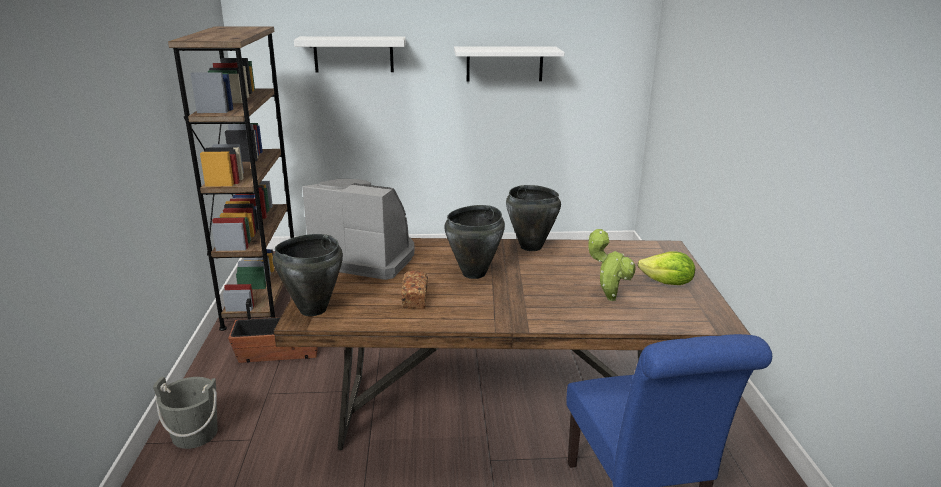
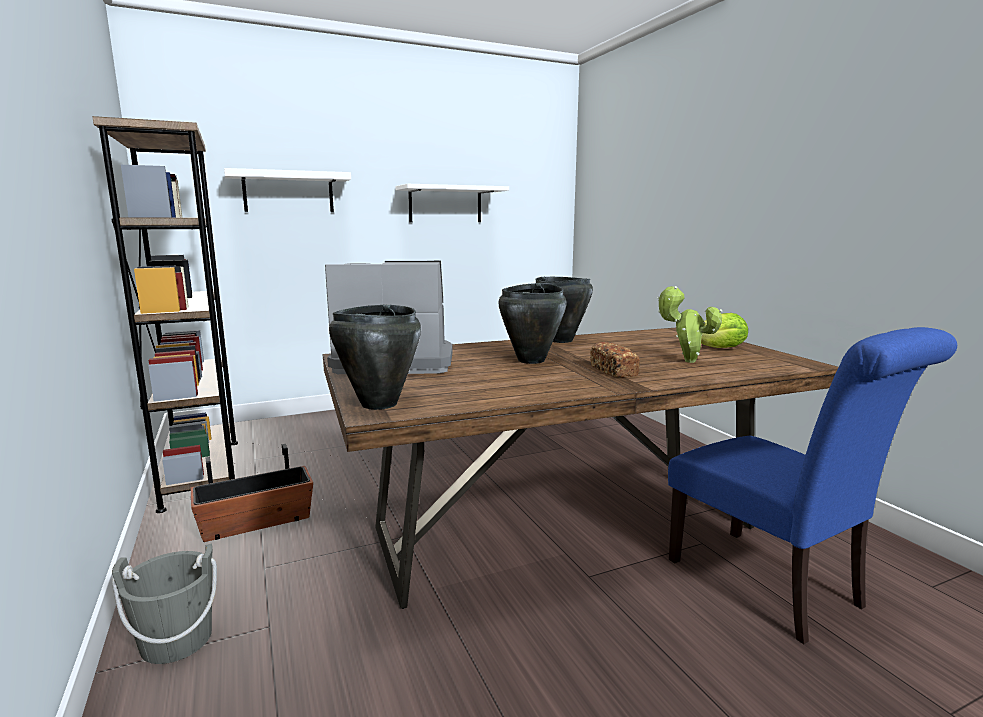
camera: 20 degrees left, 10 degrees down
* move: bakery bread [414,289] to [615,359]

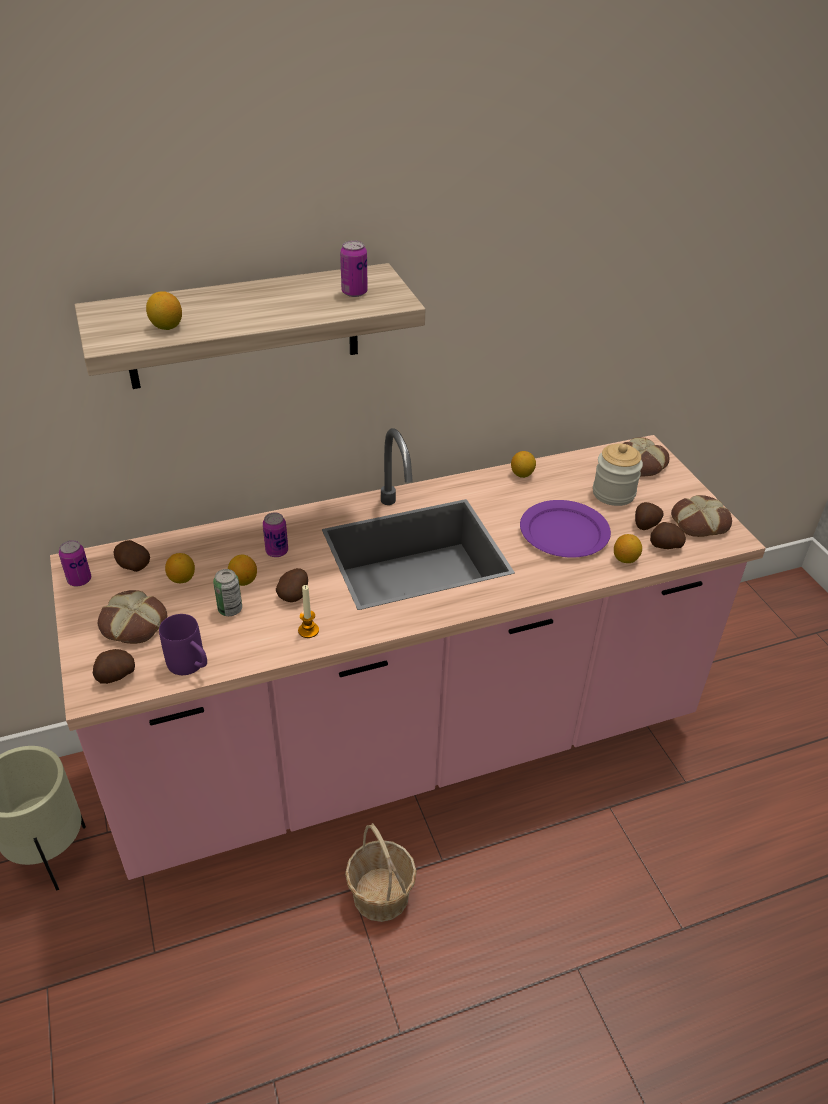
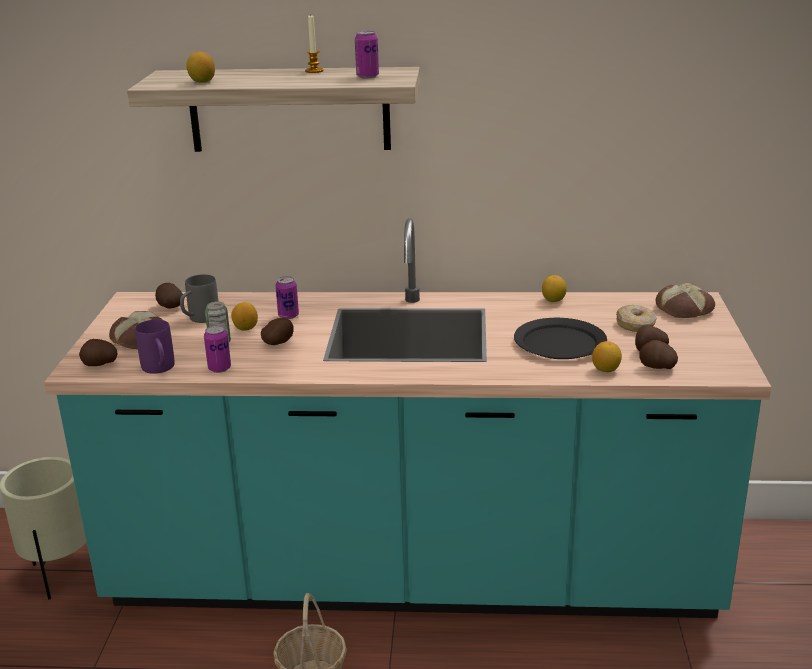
camera: 25 degrees right, 15 degrees down
* recolor: pink kitchen base unit [408,654] to turquoise-coloured kitchen base unit [407,418]
* replace: jar [618,474] to doughnut [636,318]
* delete: bakery bread [701,516]
* recolor: purple flat dish [565,529] to blackish flat dish [560,338]
* move: metal can [75,563] to [217,349]
* replace: citrus fruit [180,568] to gray tea mug [199,298]
* move: wax candle [308,611] to [314,44]

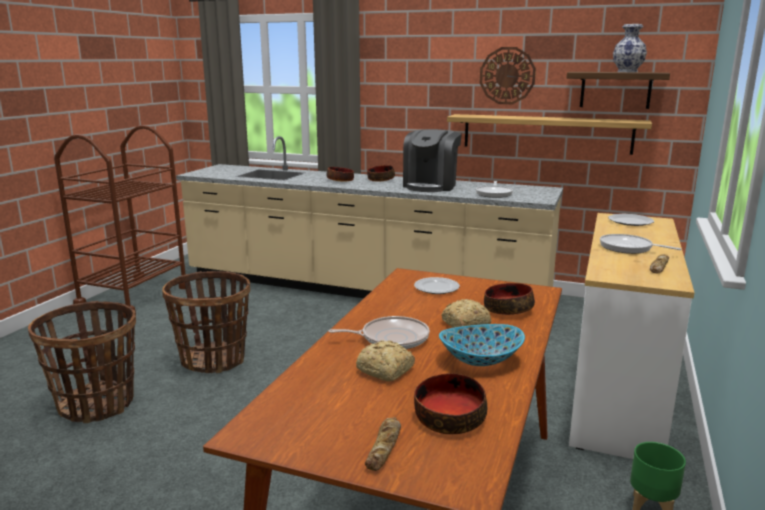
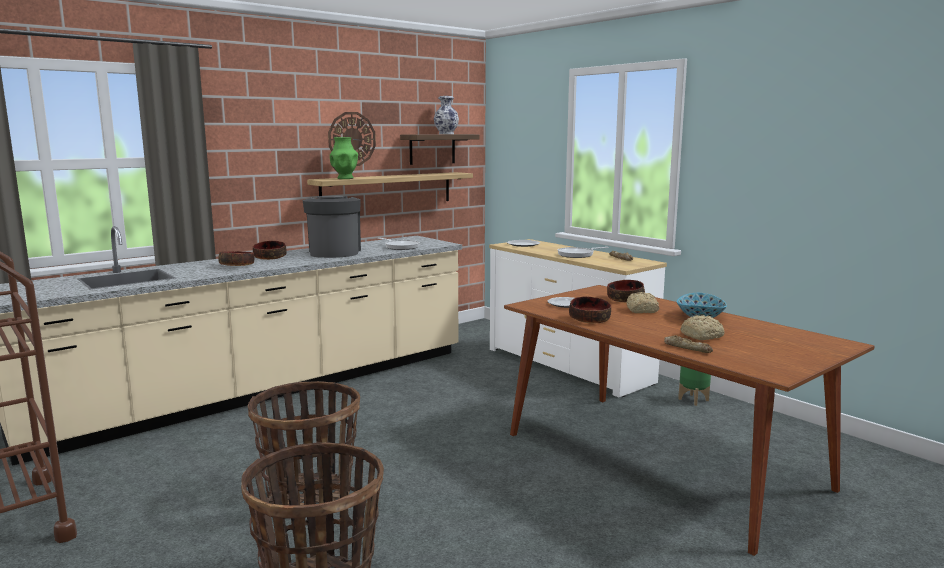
camera: 60 degrees left, 5 degrees down
* rotate: coffee machine [432,160] = [332,227] 150 degrees counterclockwise
* delete: pan [379,332]
* move: bowl [450,403] to [590,309]
* move: bakery bread [383,444] to [688,344]
* insert: greenish decorative vase [344,158]

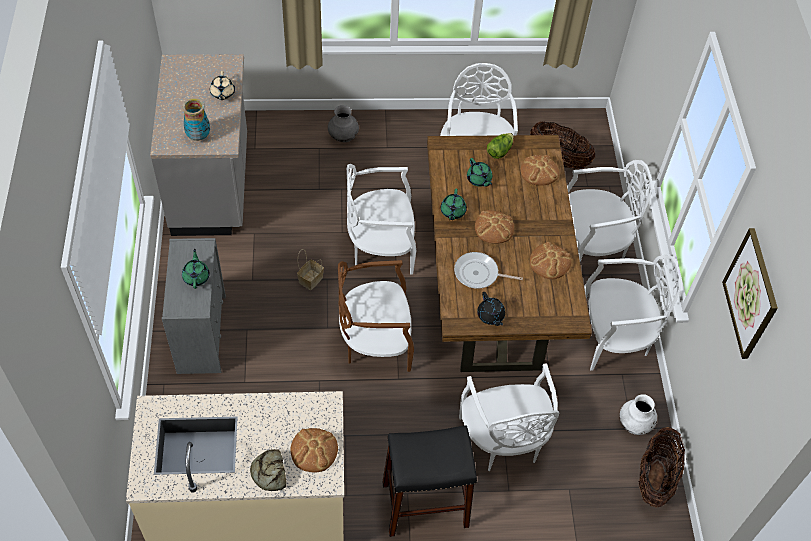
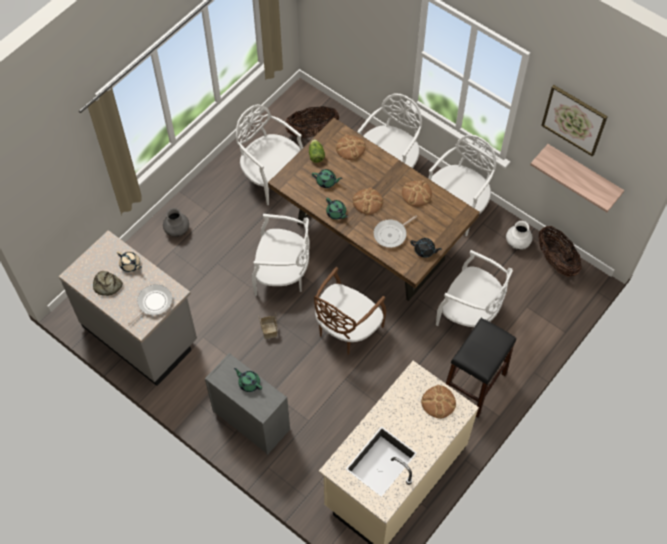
camera: 45 degrees left, 5 degrees up
* replace: decorative vase [196,119] to pan [149,305]
* rotate: whitish chair [381,219] = [281,255] 120 degrees counterclockwise
* move: bakery bread [268,470] to [108,283]
* insert: bracket shelf [577,178]

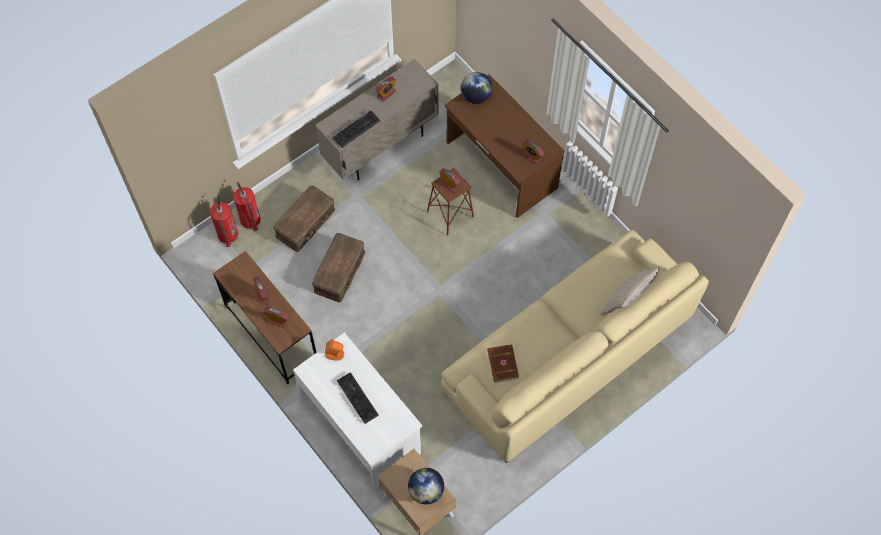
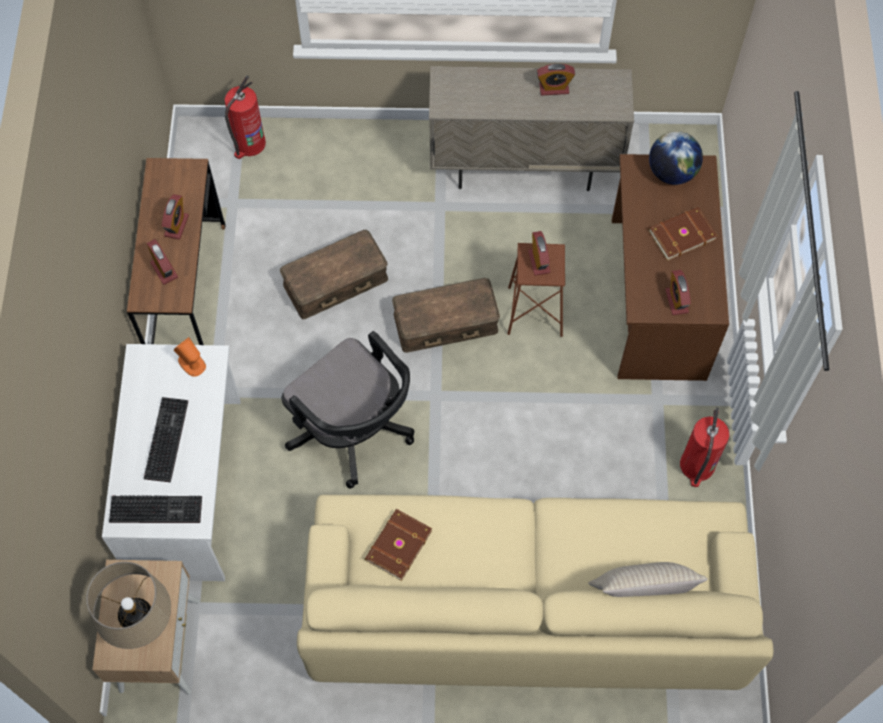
camera: 40 degrees right, 0 degrees up
* move: PC keyboard [357,129] to [155,509]
* move: fire extinguisher [247,206] to [704,447]
* move: brownish storage box [304,219] to [446,315]
* replace: desk globe [426,486] to sand-coloured table lamp [128,605]
* insert: brownish bound book [682,234]
* insert: blackish desk chair [347,410]

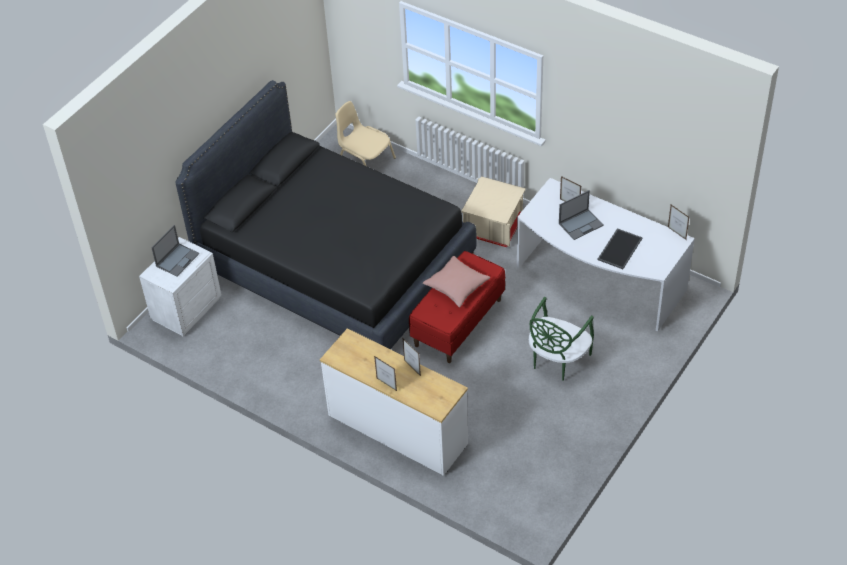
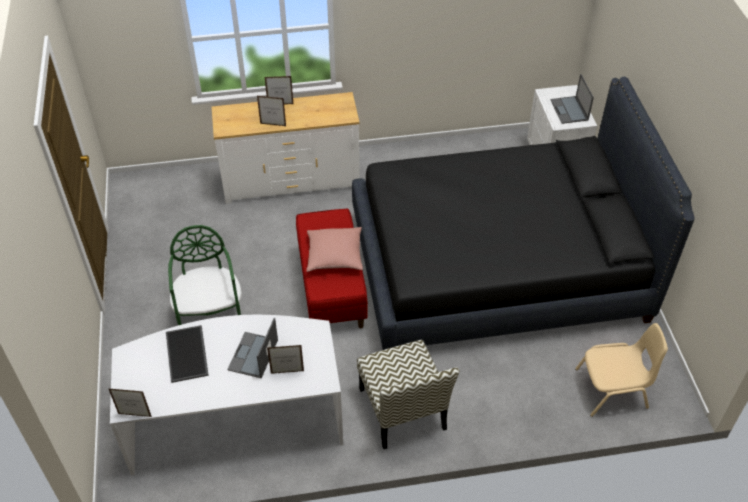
camera: 135 degrees right, 0 degrees up
* replace: sand-coloured storage box [493,211] to chair [408,394]

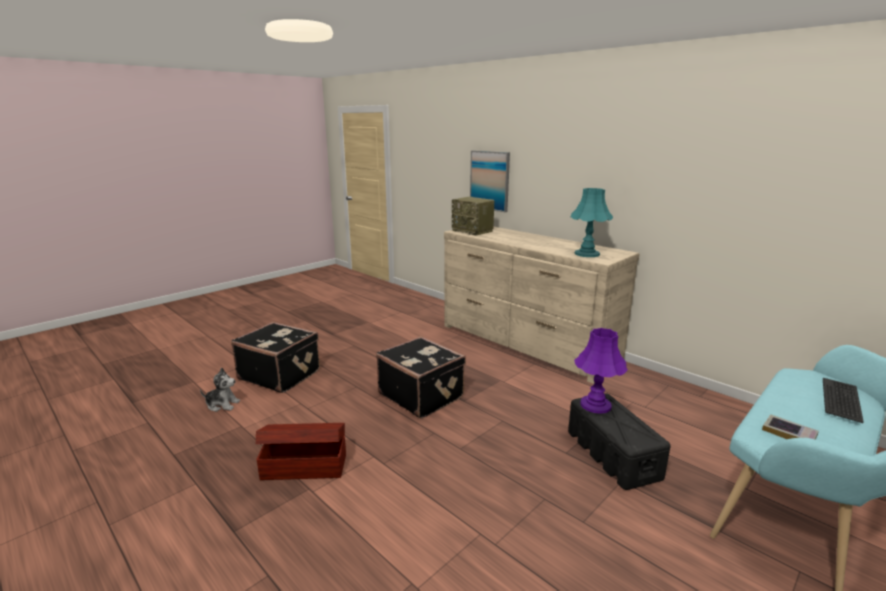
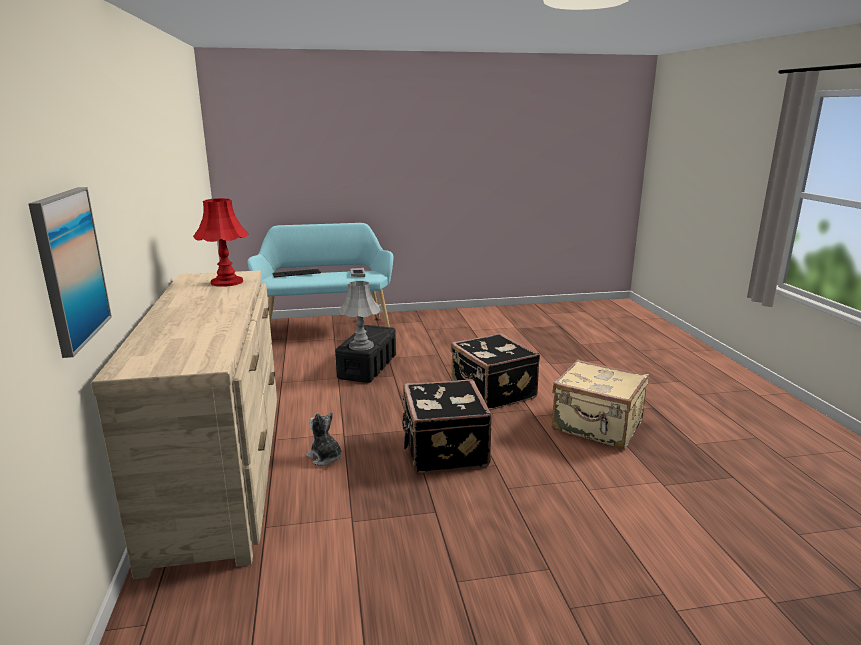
camera: 145 degrees left, 0 degrees up
* recolor: turquoise-coloured table lamp [591,222] to reddish table lamp [221,242]
* delete: radio receiver [473,216]
* move: blackish travel case [275,357] to [495,371]
* recolor: purple table lamp [601,371] to gray table lamp [359,316]
* move: plush toy [220,390] to [324,439]
* replace: brownish storage box [301,451] to sand-coloured travel case [600,404]

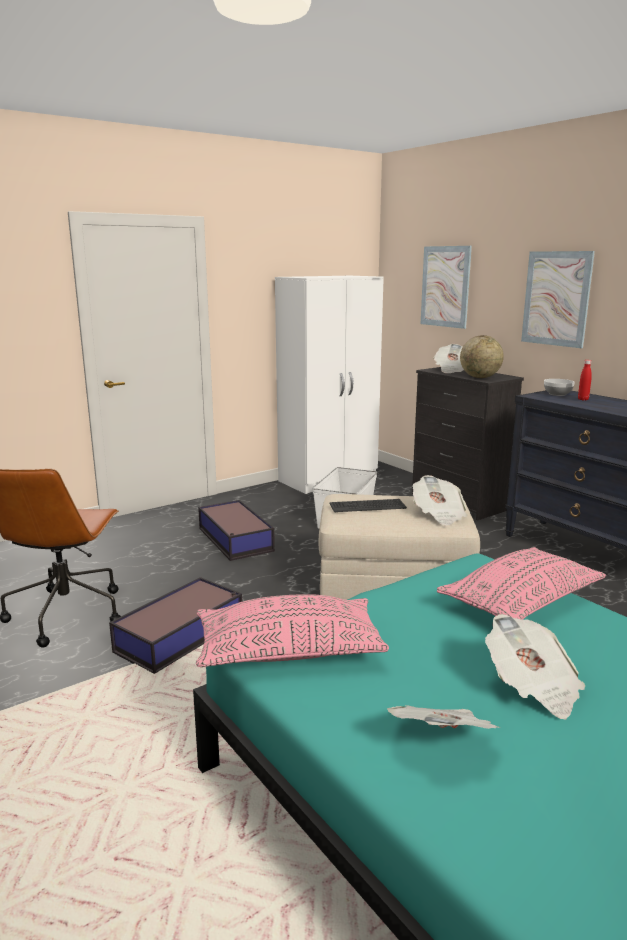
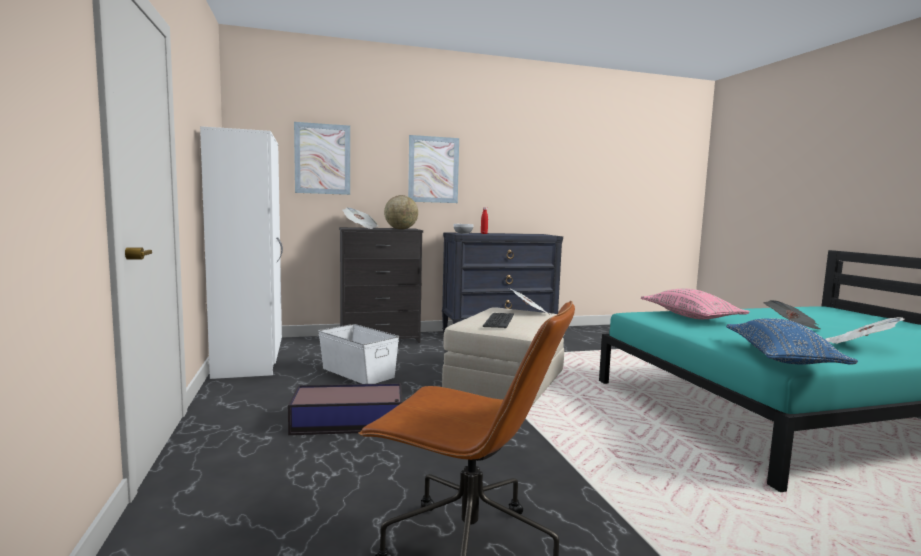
camera: 70 degrees left, 10 degrees down
* delete: storage box [175,625]
* recolor: pink pillow [292,630] to blue pillow [792,341]

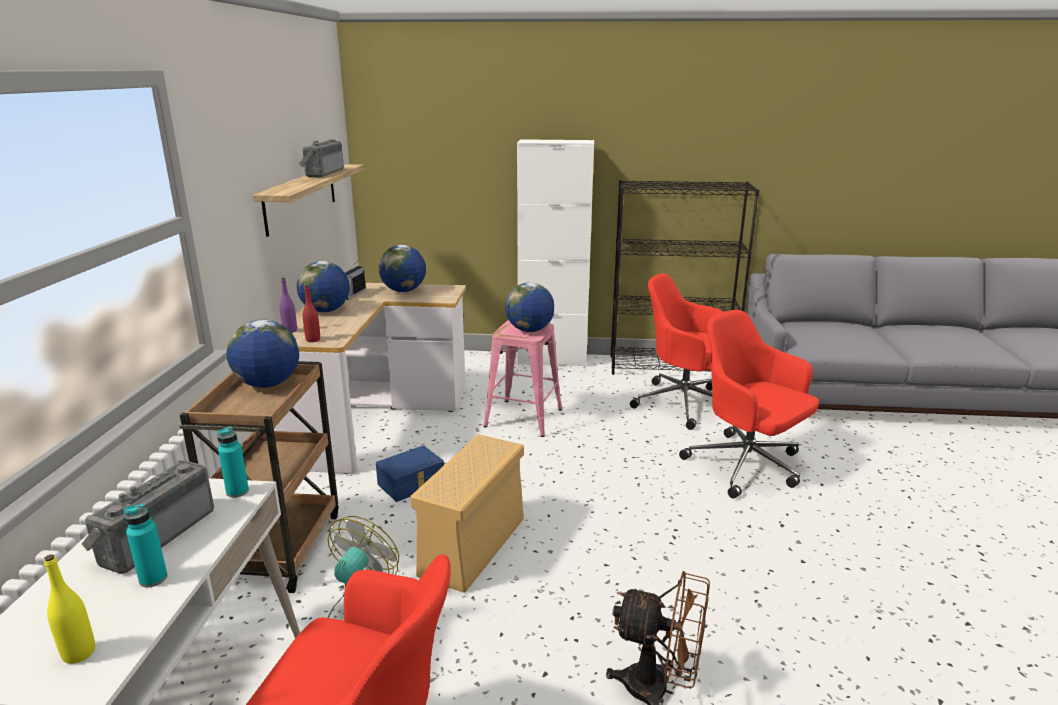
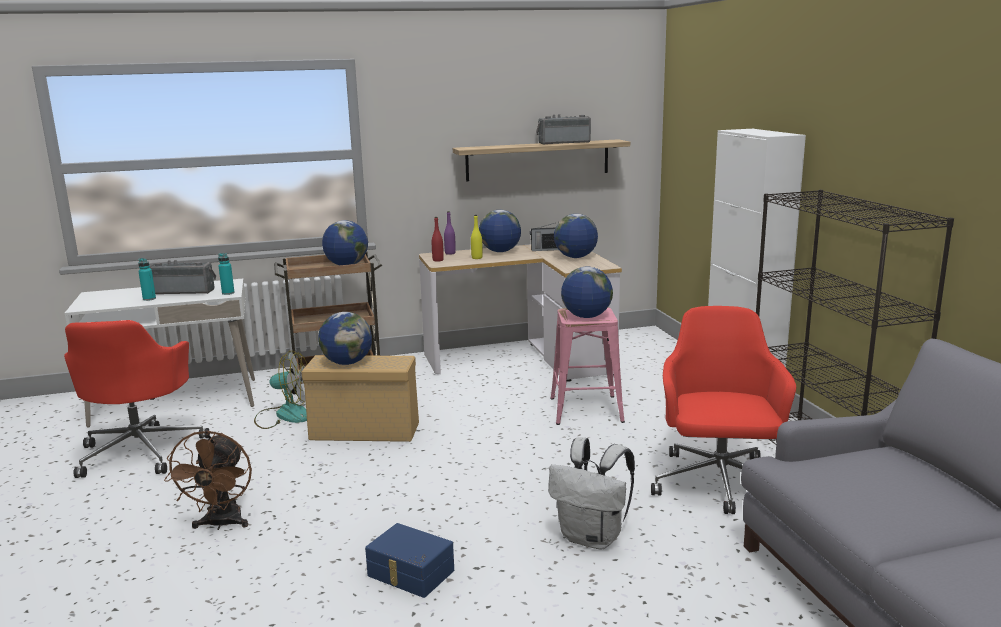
camera: 70 degrees right, 5 degrees down
* replace: reddish desk chair [749,404] to whitish rucksack [591,493]
* move: blue storage box [410,473] to [409,560]
* move: yellowish drink bottle [69,609] to [477,237]
* insert: desk globe [345,338]

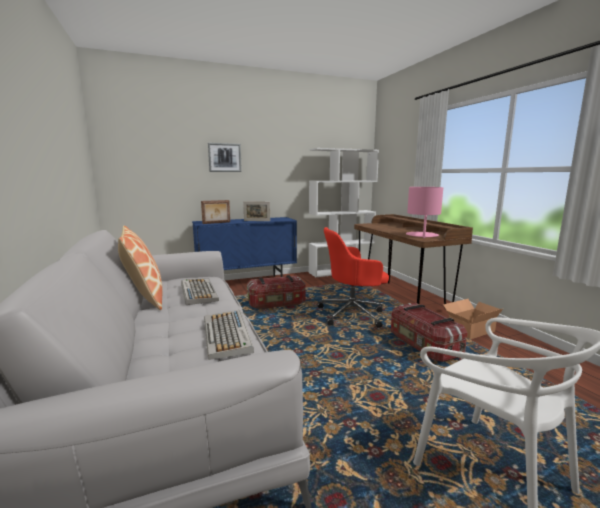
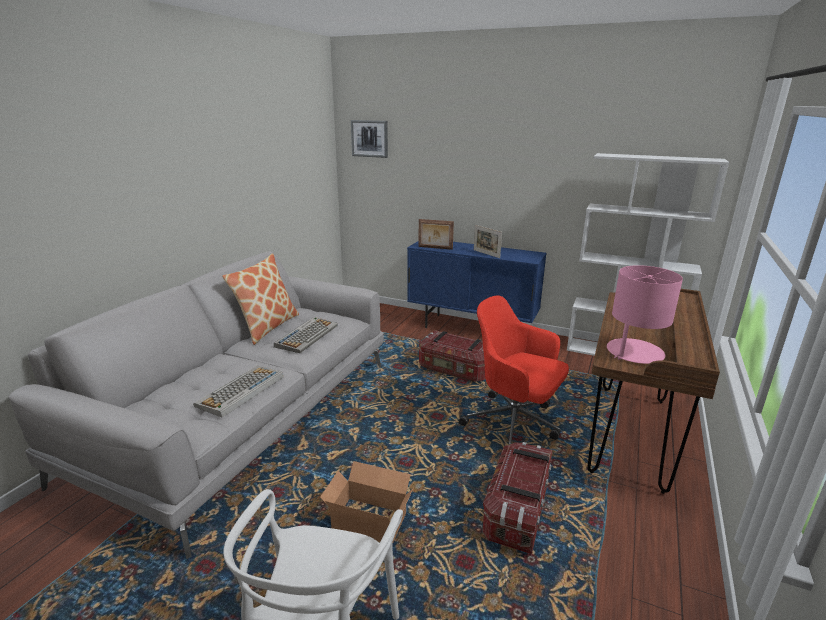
camera: 45 degrees right, 10 degrees up
* move: wall art [225,157] to [369,139]
* move: packing box [473,319] to [366,502]

